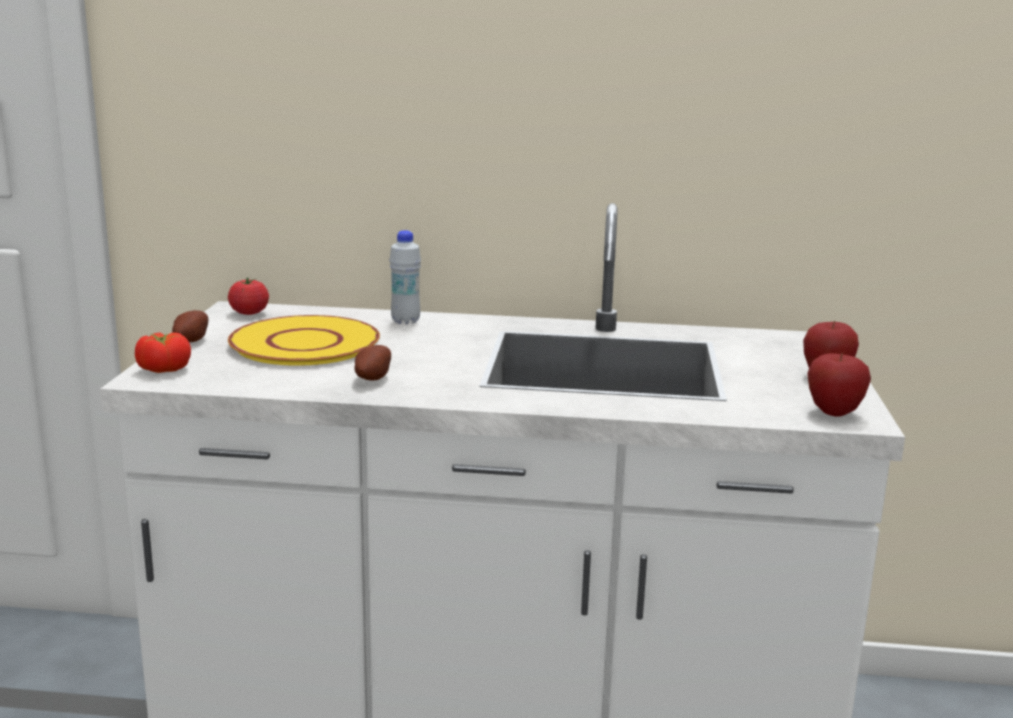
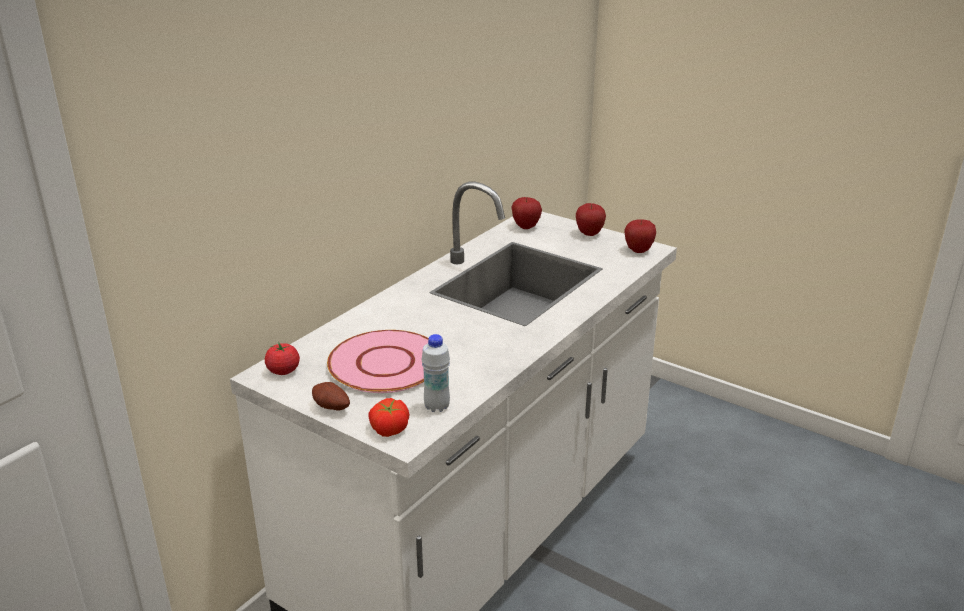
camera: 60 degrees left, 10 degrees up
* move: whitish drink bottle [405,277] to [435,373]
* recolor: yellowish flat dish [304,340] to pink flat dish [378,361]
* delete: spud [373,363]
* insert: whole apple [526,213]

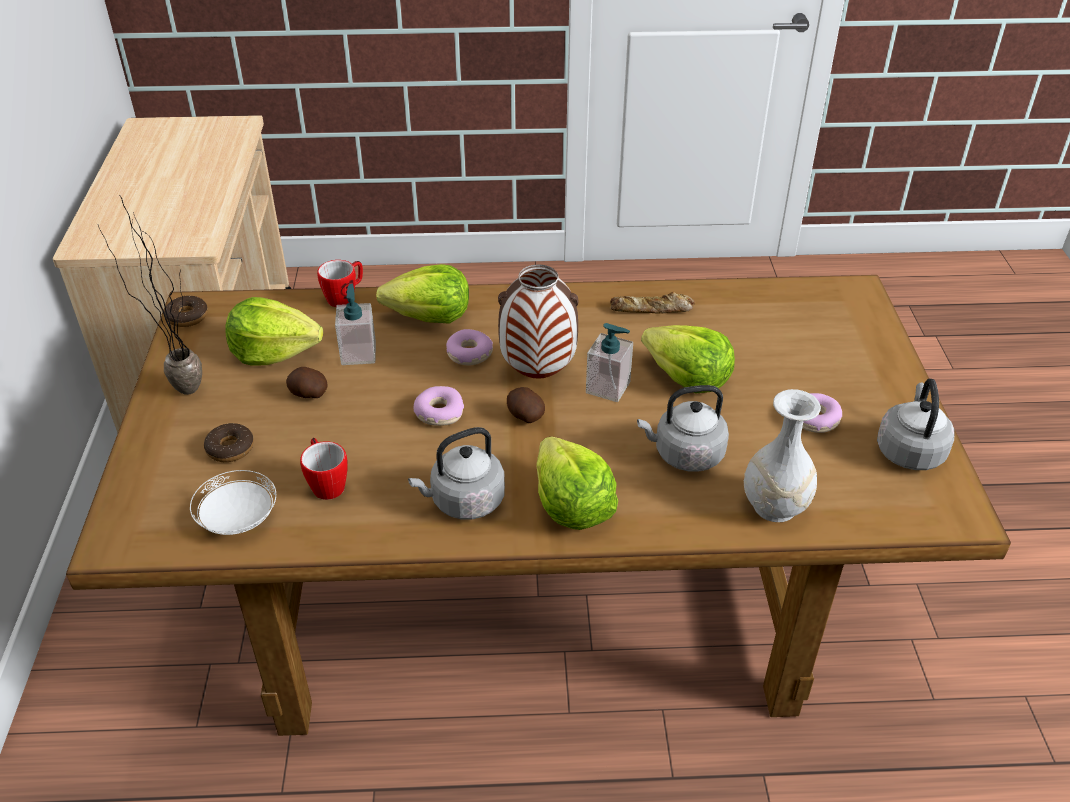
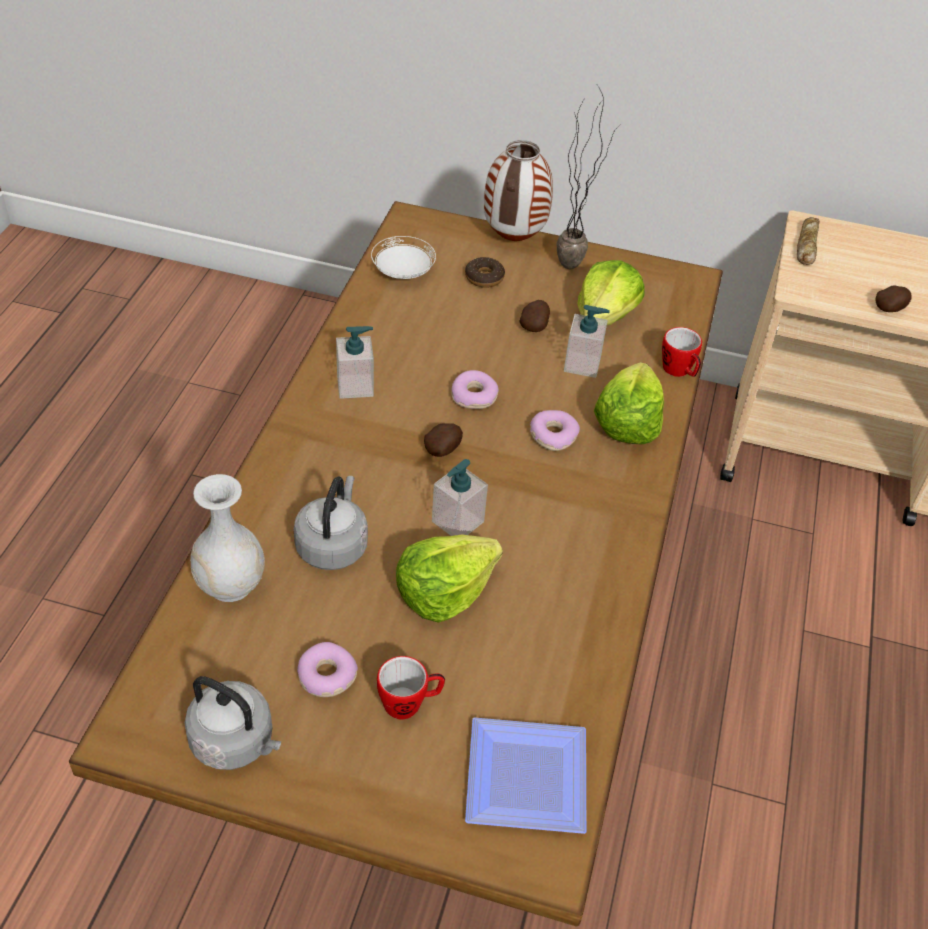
camera: 105 degrees right, 5 degrees up
* move: decorative vase [538,322] to [518,190]
* move: bakery bread [653,302] to [808,241]
* delete: doughnut [186,311]
* replace: gray kettle [456,473] to liquid soap bottle [355,362]
* delete: head of lettuce [577,483]
* move: tea mug [324,469] to [411,687]
* insert: spud [893,298]
* insert: flat dish [525,775]

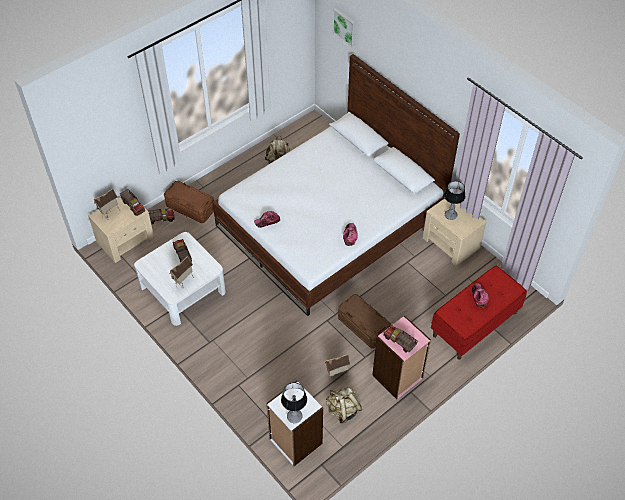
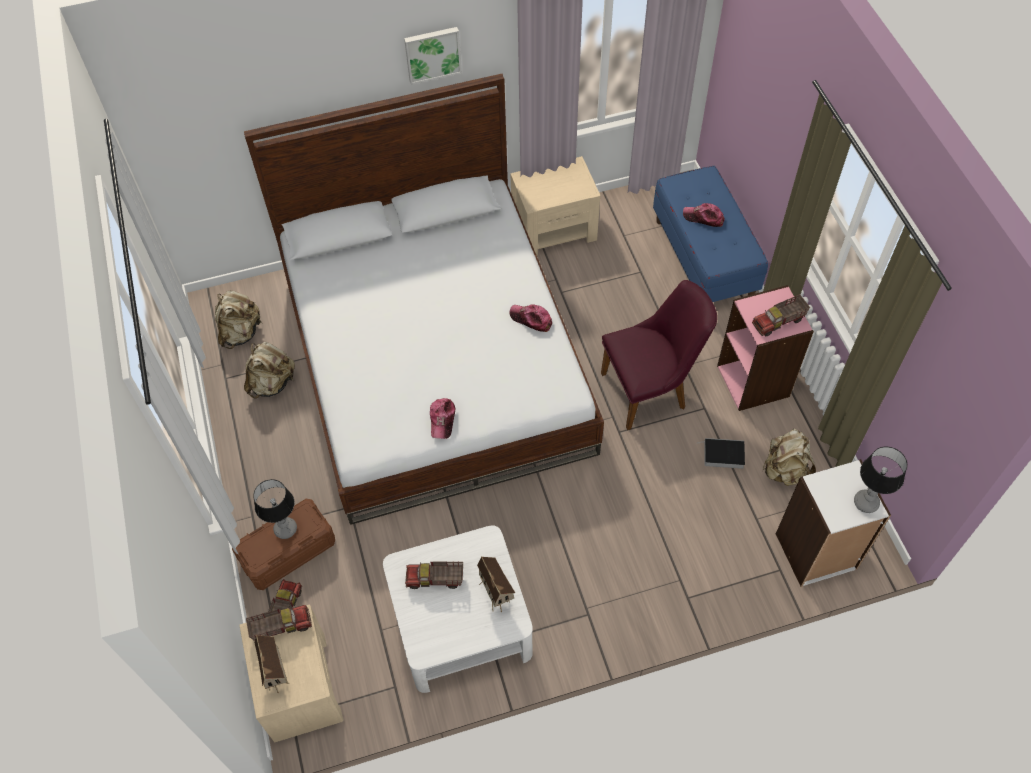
camera: 65 degrees left, 5 degrees up
* move: wall art [344,27] to [433,56]
* move: table lamp [454,200] to [275,509]
* recolor: reddish indoor bench [479,313] to blue indoor bench [710,234]
* replace: brownish storage box [364,321] to purple chair [659,355]
* replace: toy house [337,367] to bound book [721,453]
* insert: sand-coloured rucksack [238,320]

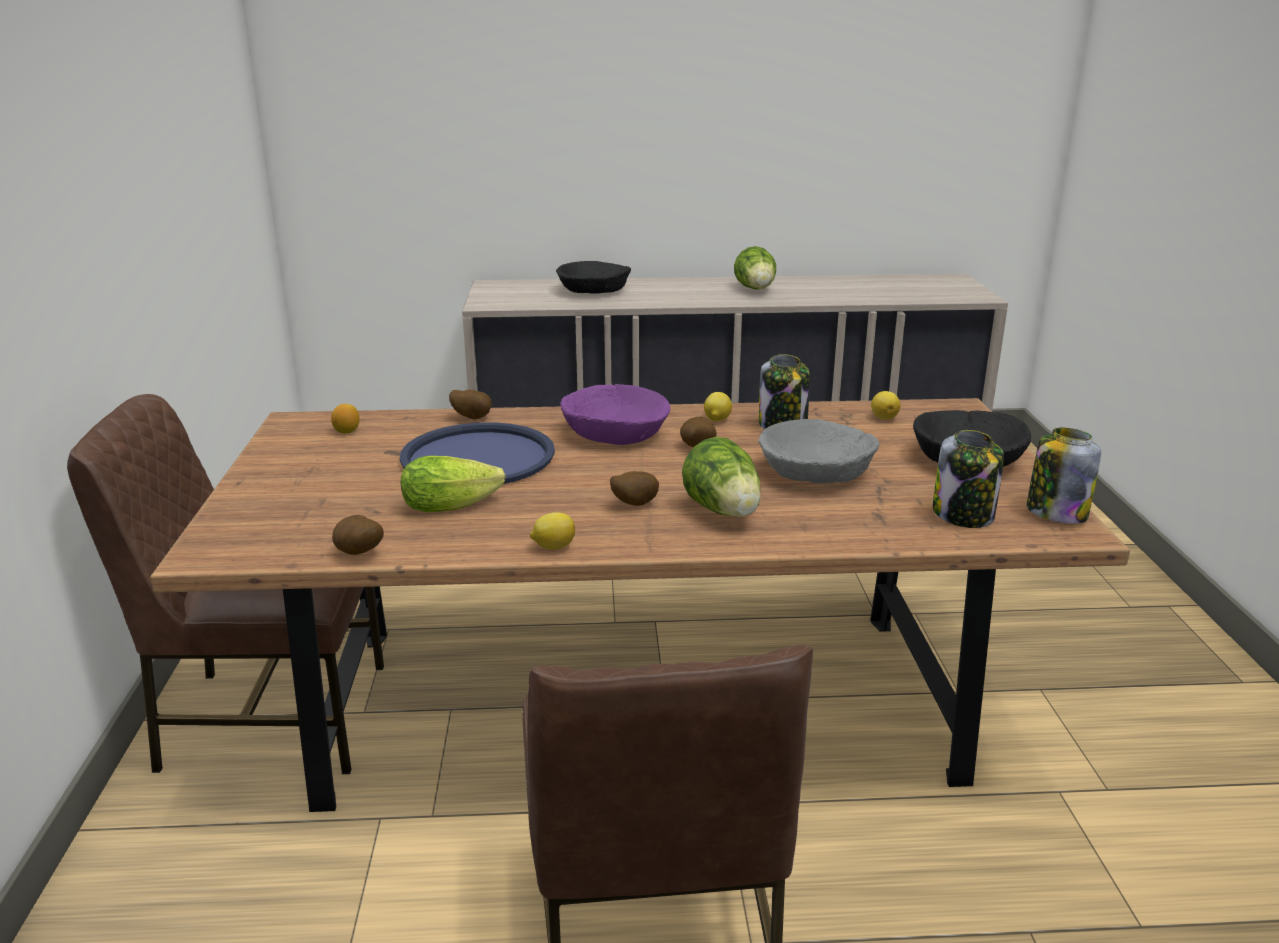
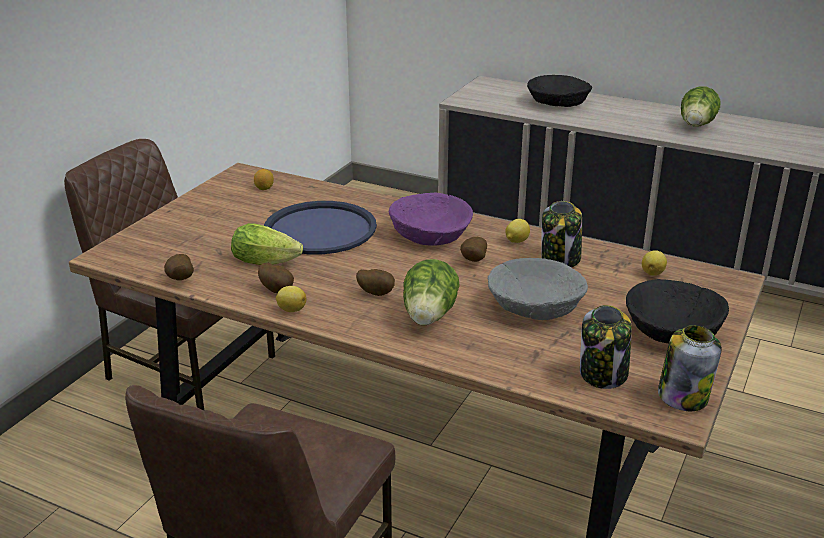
camera: 30 degrees right, 5 degrees up
* move: spud [470,404] to [276,278]

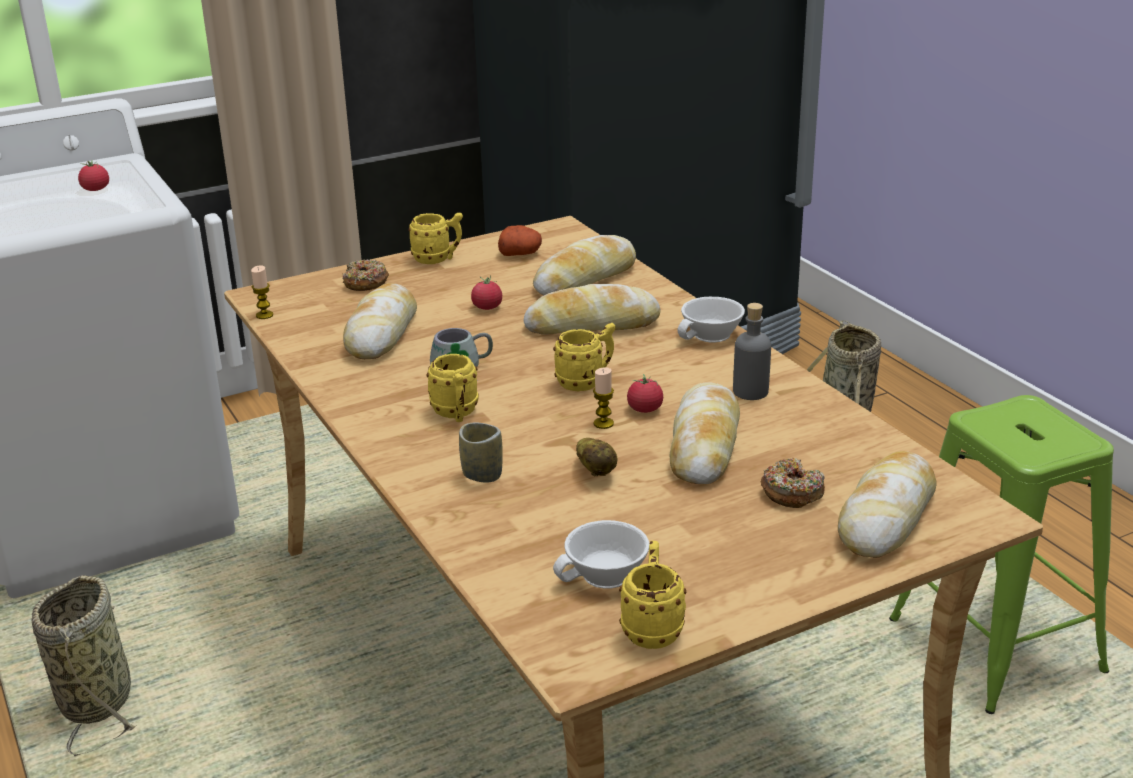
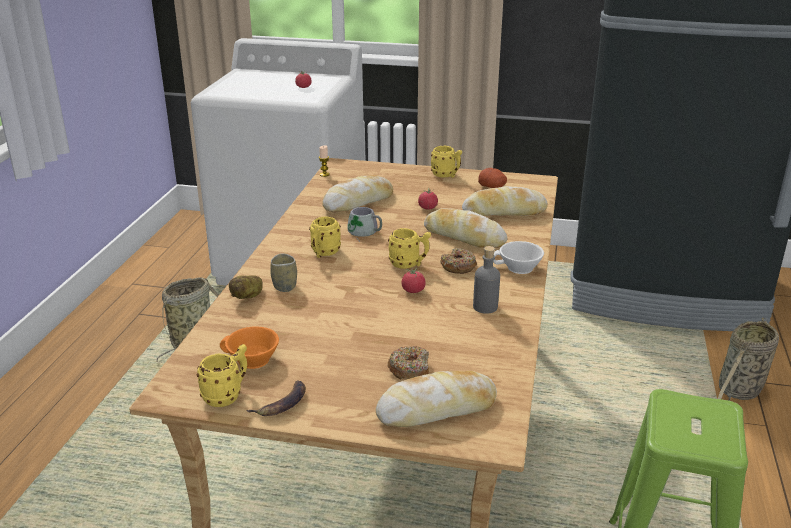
camera: 40 degrees right, 0 degrees up
* move: doughnut [366,275] to [458,261]
* delete: wax candle [603,398]
* delete: bakery bread [705,433]
* move: spud [596,457] to [246,287]
* recolor: whitish drinking cup [601,554] to orangey drinking cup [249,347]
* insert: whole banana [276,398]

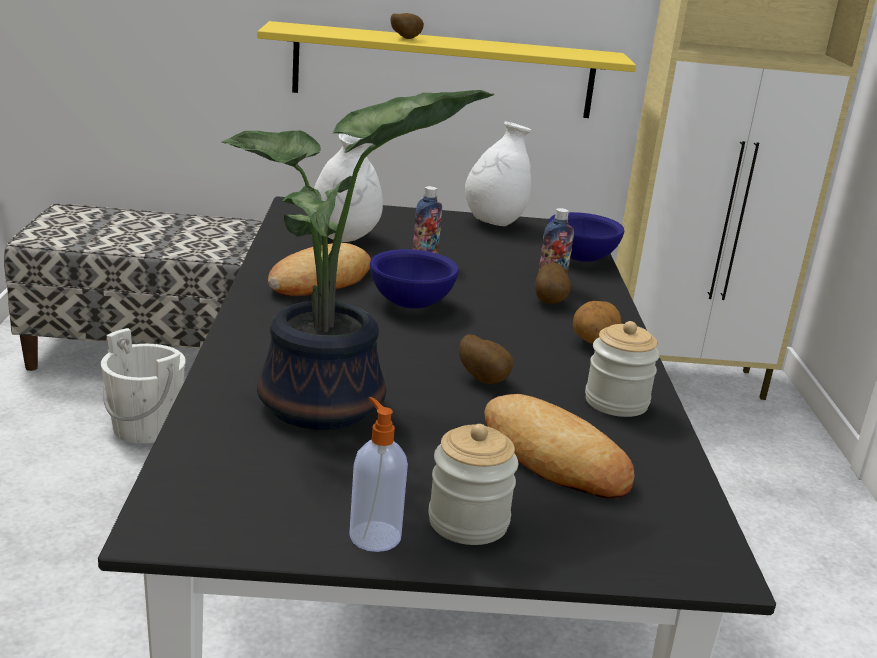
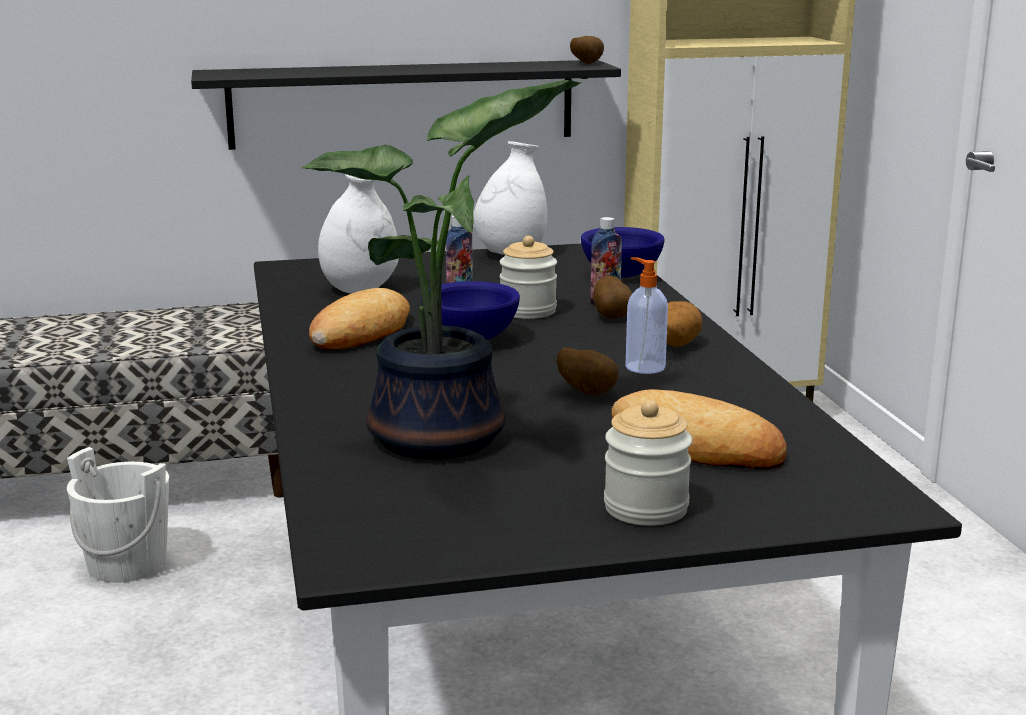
camera: 10 degrees left, 5 degrees down
* move: spud [407,26] to [587,50]
* recolor: yellowish bracket shelf [447,69] to blackish bracket shelf [406,105]
* move: jar [622,369] to [528,277]
* move: liquid soap bottle [378,474] to [647,315]

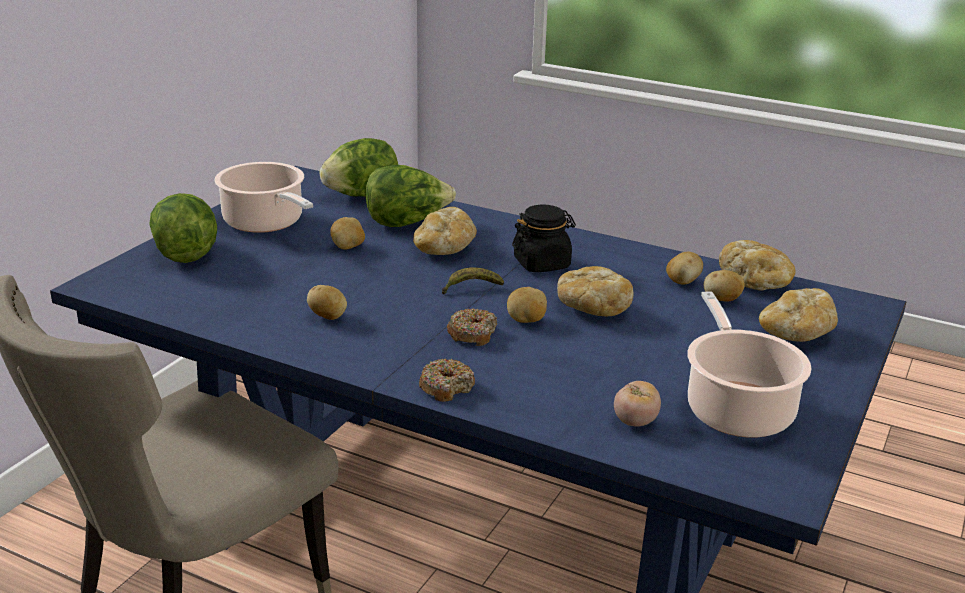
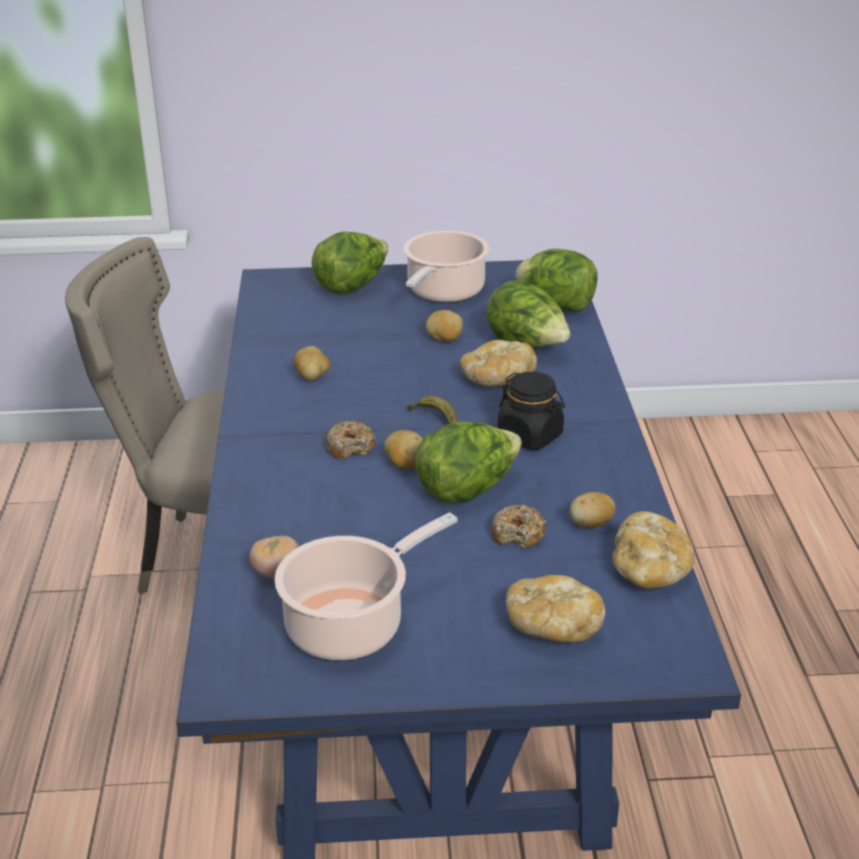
camera: 60 degrees right, 5 degrees up
* replace: bakery bread [595,291] to head of lettuce [468,462]
* delete: spud [724,286]
* move: doughnut [447,380] to [518,526]

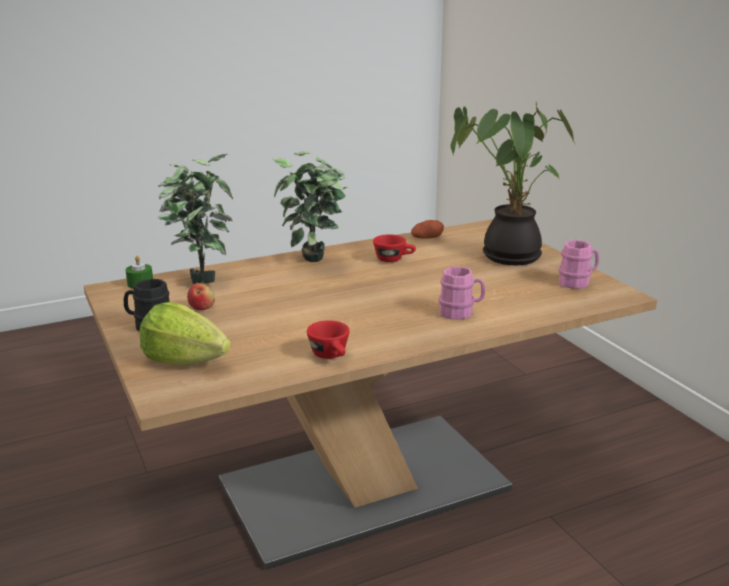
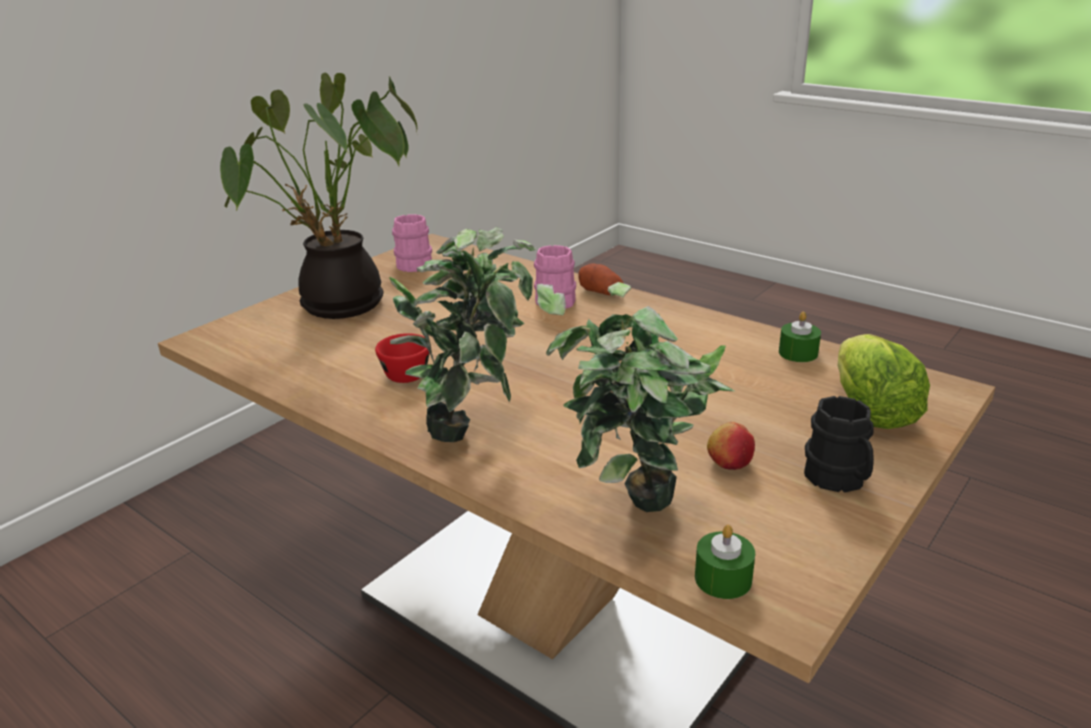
camera: 115 degrees left, 5 degrees up
* move: spud [427,229] to [600,279]
* delete: reddish drinking cup [328,339]
* insert: greenish wax candle [800,337]

